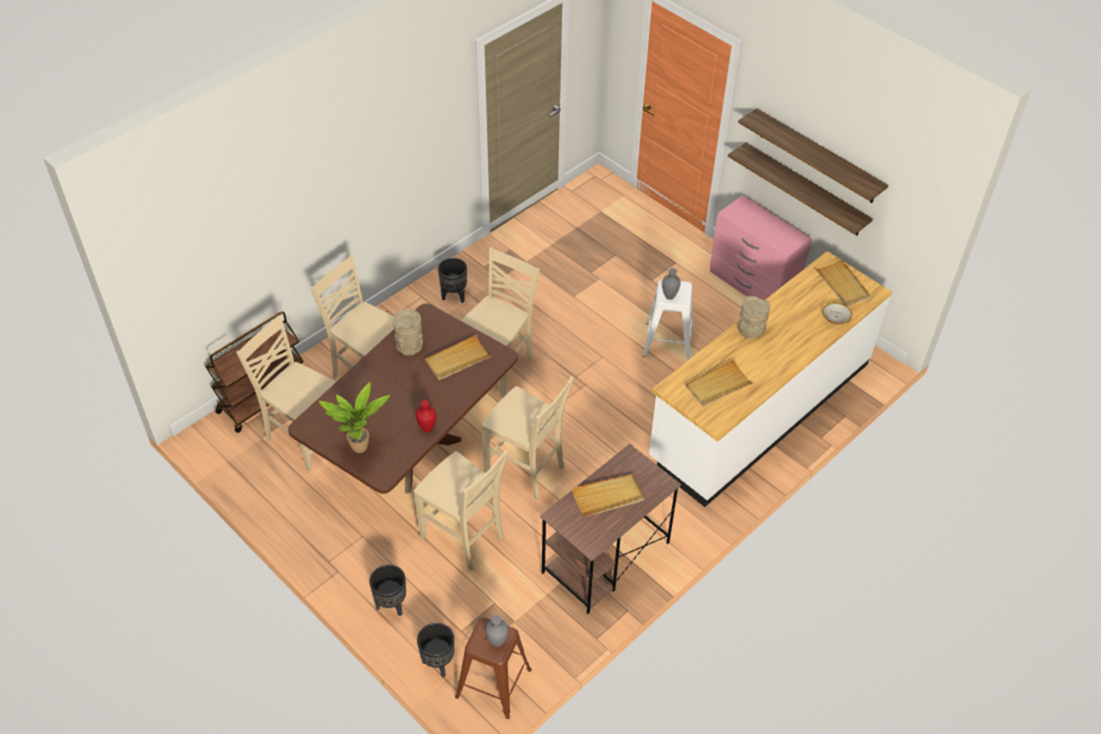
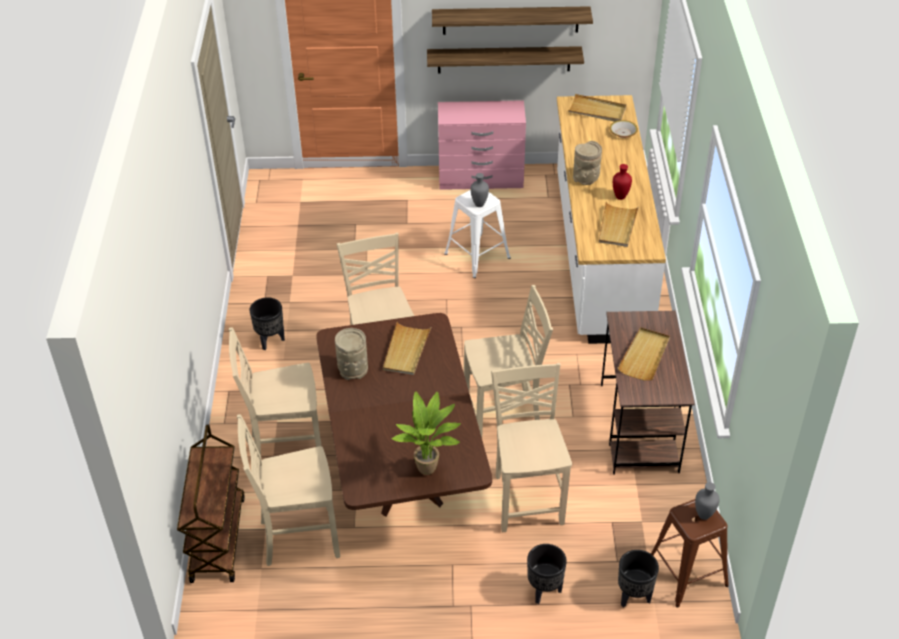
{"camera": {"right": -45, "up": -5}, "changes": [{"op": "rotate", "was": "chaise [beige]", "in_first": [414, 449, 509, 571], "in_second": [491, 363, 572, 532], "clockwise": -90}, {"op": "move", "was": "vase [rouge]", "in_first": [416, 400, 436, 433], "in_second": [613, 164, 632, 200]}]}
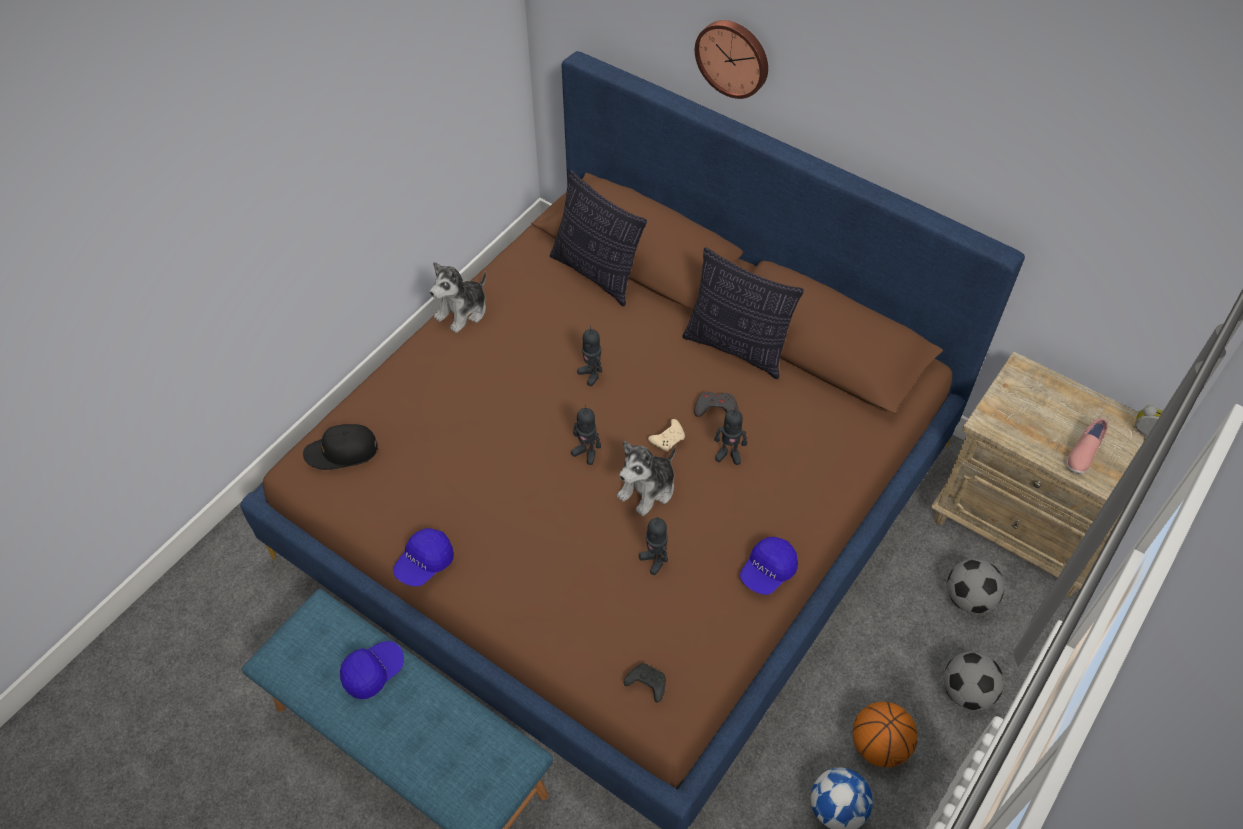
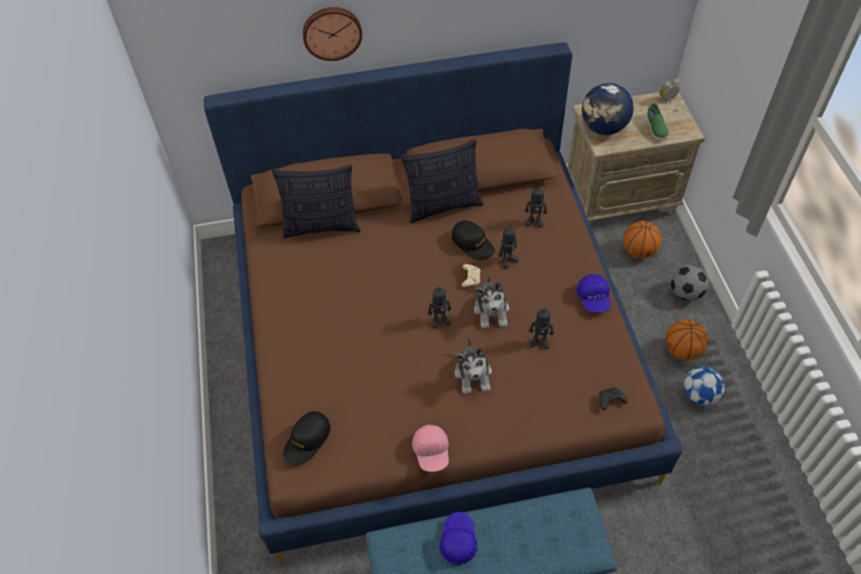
{"camera": {"right": -45, "up": 0}, "changes": [{"op": "recolor", "was": "casquette [bleu]", "now": "casquette [rose]", "in_first": [393, 528, 454, 586], "in_second": [412, 425, 449, 472]}, {"op": "move", "was": "peluche", "in_first": [430, 262, 486, 333], "in_second": [455, 336, 492, 394]}, {"op": "move", "was": "robot jouet", "in_first": [577, 325, 602, 386], "in_second": [525, 187, 547, 228]}, {"op": "replace", "was": "manette [gris]", "now": "casquette [noir]", "in_first": [694, 392, 738, 417], "in_second": [452, 220, 495, 260]}, {"op": "replace", "was": "ballon de foot", "now": "ballon de basket", "in_first": [947, 558, 1004, 614], "in_second": [623, 221, 662, 258]}, {"op": "recolor", "was": "chaussure [rose]", "now": "chaussure [vert]", "in_first": [1066, 418, 1108, 474], "in_second": [647, 103, 669, 140]}, {"op": "insert", "now": "globe", "in_second": [582, 83, 634, 135]}]}
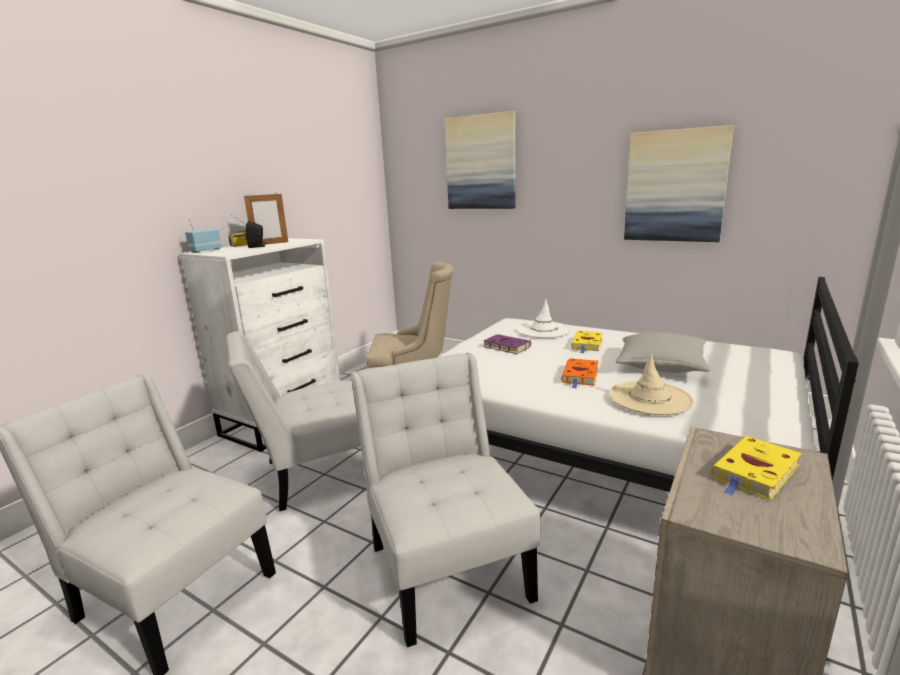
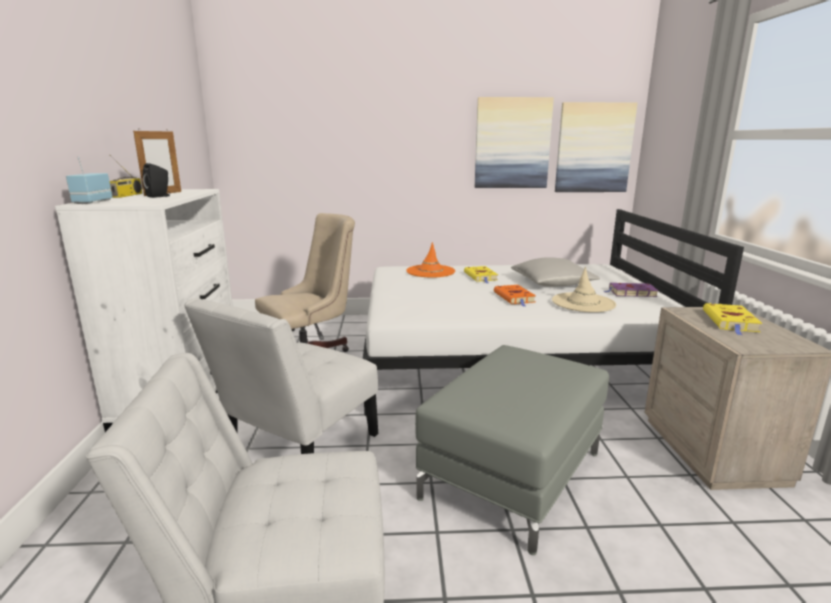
{"camera": {"right": -35, "up": 0}, "changes": [{"op": "replace", "was": "chaise [blanc]", "now": "pouf [gris]", "in_first": [351, 353, 540, 647], "in_second": [415, 345, 609, 555]}, {"op": "move", "was": "tableau", "in_first": [445, 111, 515, 209], "in_second": [555, 102, 637, 192]}, {"op": "move", "was": "livre [violet]", "in_first": [483, 334, 531, 354], "in_second": [604, 283, 659, 297]}, {"op": "recolor", "was": "chapeau [blanc]", "now": "chapeau [orange]", "in_first": [517, 299, 571, 338], "in_second": [406, 242, 455, 277]}]}
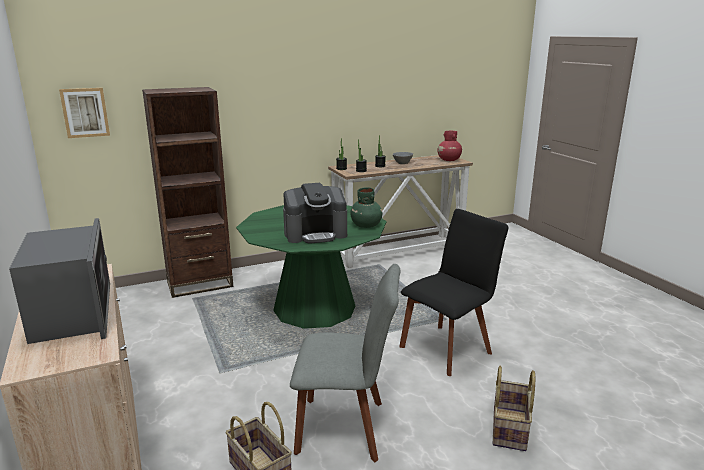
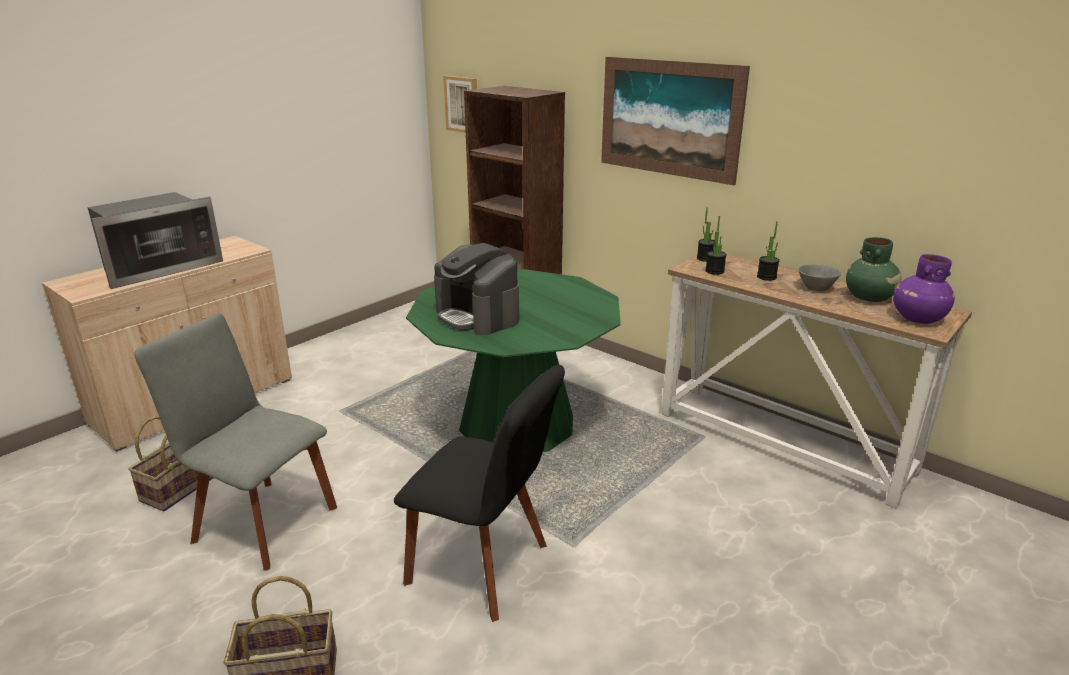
{"camera": {"right": 65, "up": 5}, "changes": [{"op": "rotate", "was": "chaise [gris]", "in_first": [290, 264, 400, 462], "in_second": [134, 313, 337, 571], "clockwise": 135}, {"op": "move", "was": "vase [vert]", "in_first": [350, 187, 382, 228], "in_second": [846, 237, 902, 302]}, {"op": "recolor", "was": "vase [rouge]", "now": "vase [violet]", "in_first": [437, 131, 462, 161], "in_second": [893, 254, 955, 324]}, {"op": "insert", "now": "tableau", "in_second": [601, 57, 750, 185]}]}
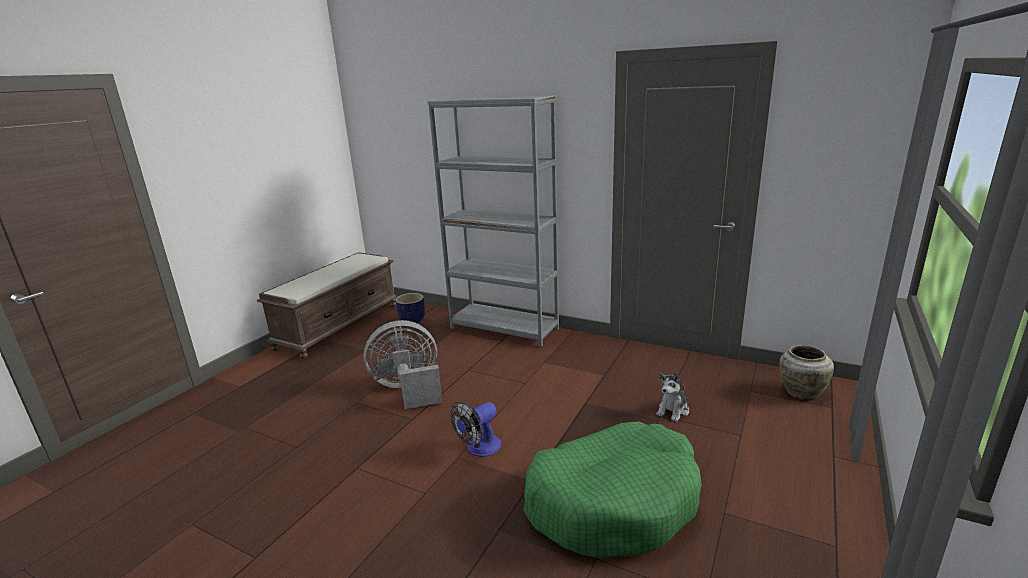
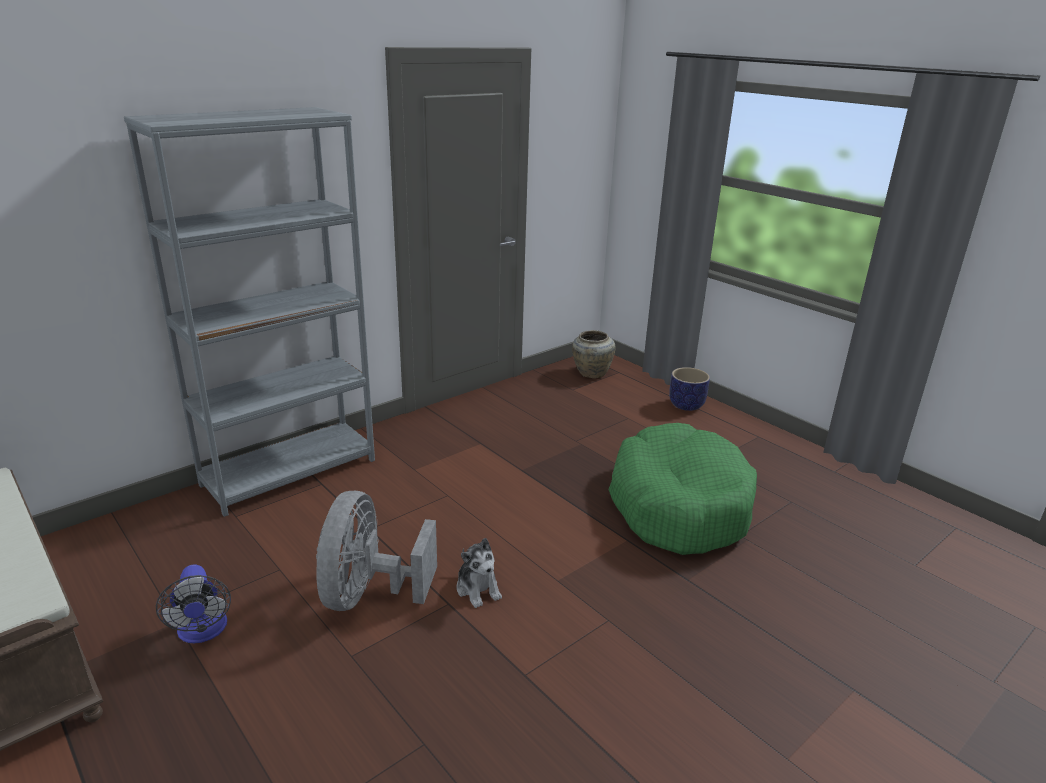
{"camera": {"right": -70, "up": 5}, "changes": [{"op": "move", "was": "cache-pot", "in_first": [395, 293, 425, 323], "in_second": [669, 367, 710, 411]}, {"op": "move", "was": "ventilateur", "in_first": [450, 402, 501, 457], "in_second": [156, 564, 231, 643]}, {"op": "move", "was": "peluche", "in_first": [656, 372, 689, 422], "in_second": [456, 538, 502, 608]}]}
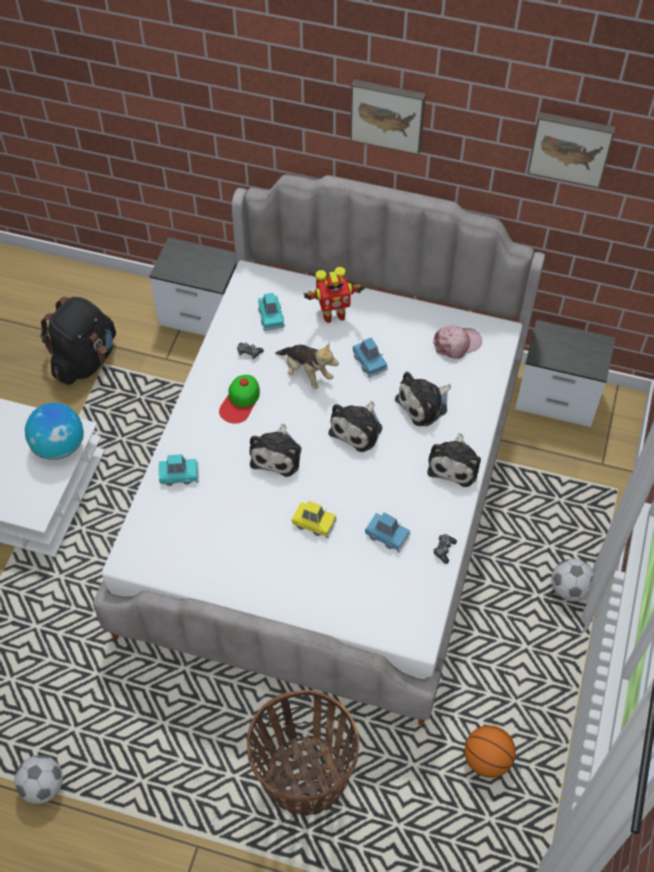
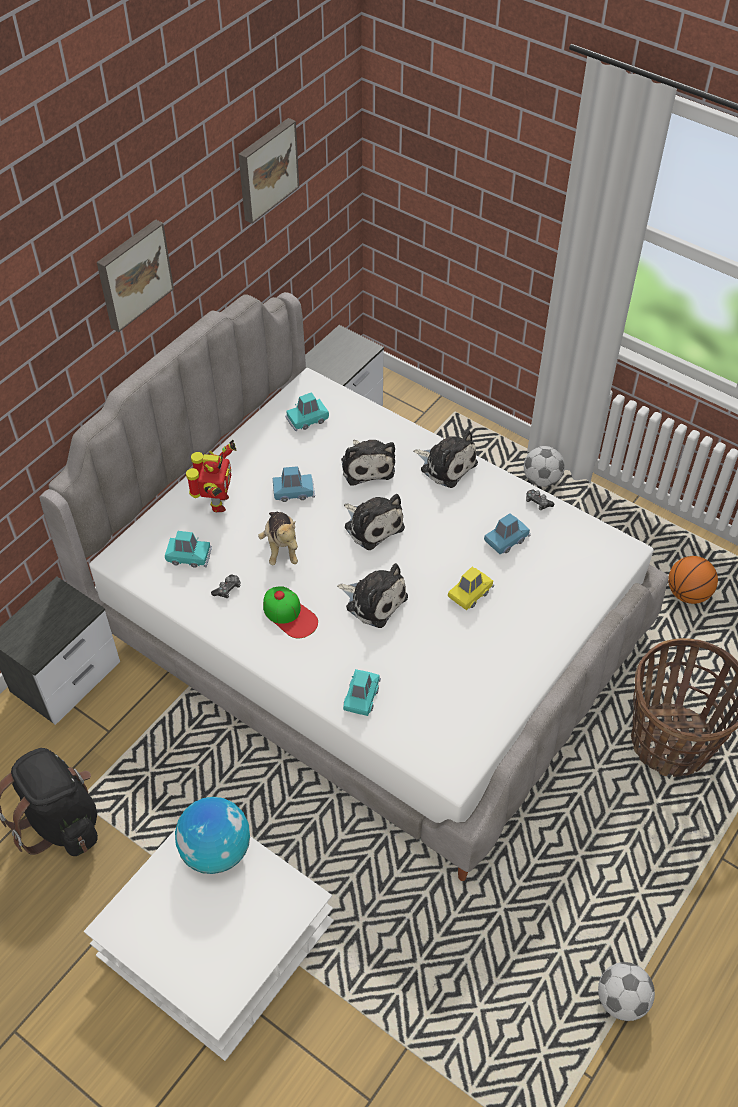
{"camera": {"right": -70, "up": -5}, "changes": [{"op": "rotate", "was": "peluche", "in_first": [275, 343, 339, 389], "in_second": [258, 512, 298, 565], "clockwise": 105}, {"op": "replace", "was": "casquette [rose]", "now": "petite voiture [turquoise]", "in_first": [433, 326, 482, 359], "in_second": [285, 392, 329, 431]}]}
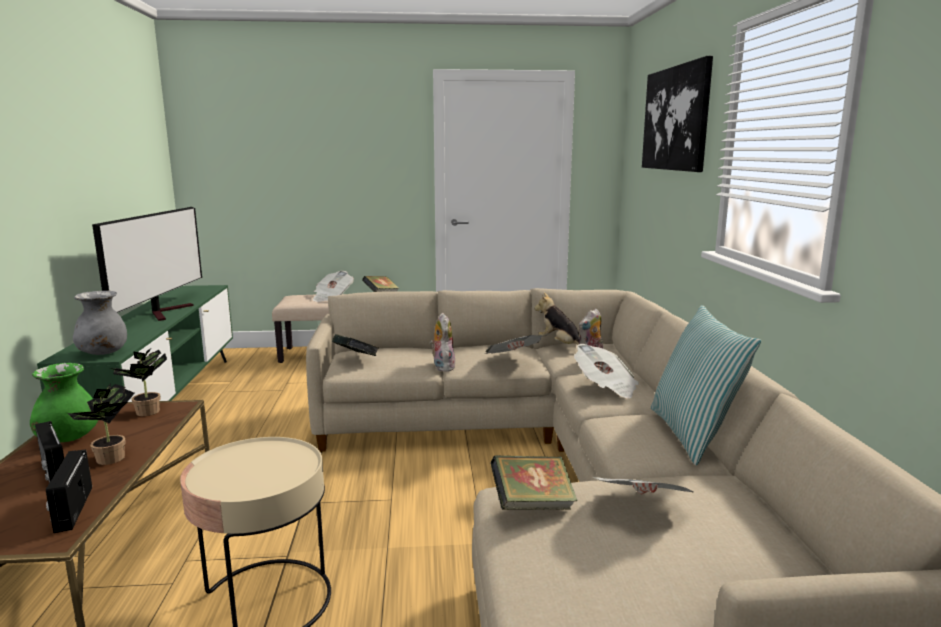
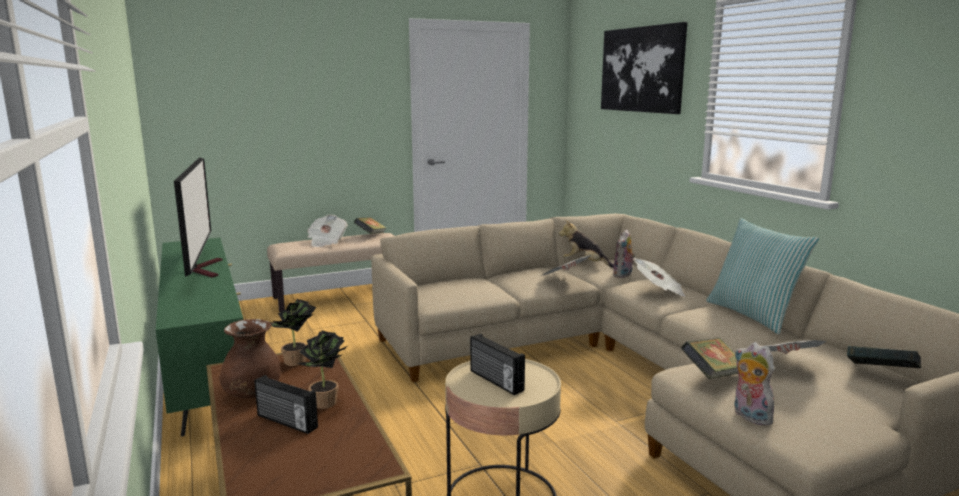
{"camera": {"right": -20, "up": 0}, "changes": [{"op": "recolor", "was": "vase [vert]", "now": "vase [marron]", "in_first": [30, 363, 98, 442], "in_second": [220, 319, 281, 398]}, {"op": "move", "was": "radio", "in_first": [46, 449, 92, 533], "in_second": [470, 334, 525, 395]}, {"op": "delete", "was": "vase [gris]", "in_first": [73, 291, 127, 355]}, {"op": "move", "was": "livre", "in_first": [332, 334, 379, 356], "in_second": [847, 345, 921, 368]}, {"op": "move", "was": "peluche", "in_first": [430, 313, 456, 372], "in_second": [734, 342, 774, 425]}]}
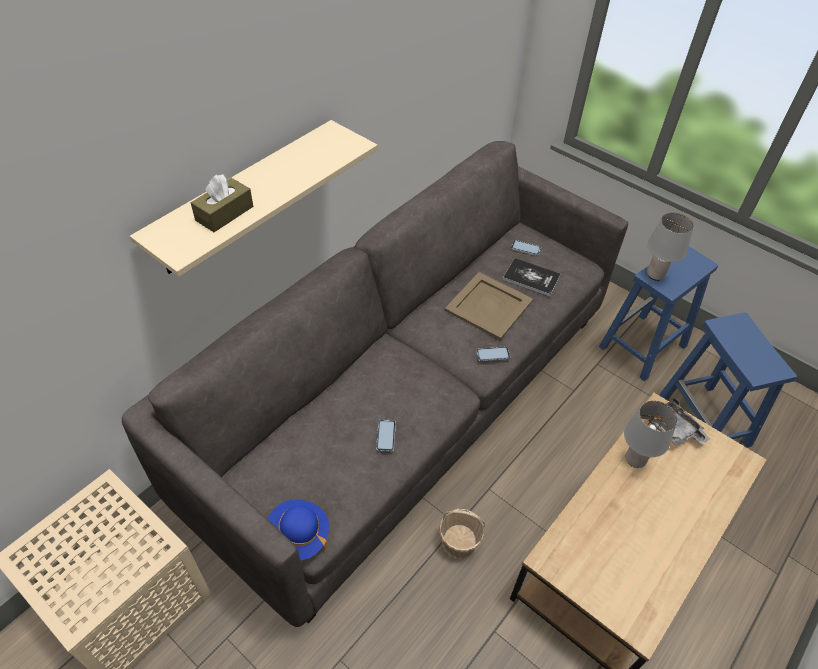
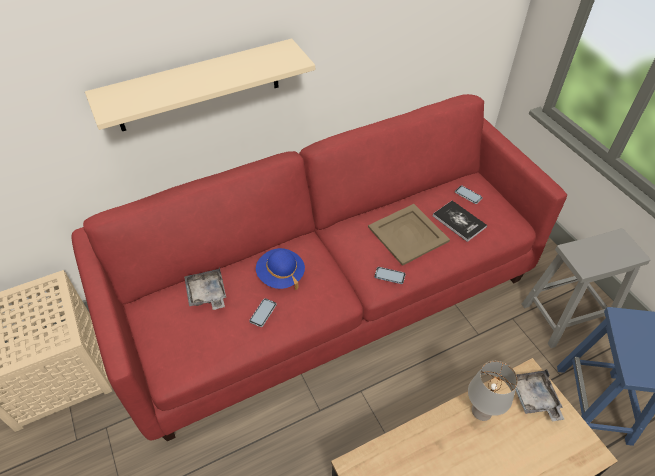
{"camera": {"right": 25, "up": 0}, "changes": [{"op": "recolor", "was": "canapé [gris]", "now": "canapé [rouge]", "in_first": [122, 141, 628, 627], "in_second": [71, 94, 567, 441]}, {"op": "delete", "was": "boîte à mouchoirs [marron]", "in_first": [191, 174, 253, 232]}, {"op": "move", "was": "chapeau [bleu]", "in_first": [267, 499, 329, 560], "in_second": [256, 248, 305, 290]}, {"op": "delete", "was": "panier", "in_first": [439, 509, 485, 559]}, {"op": "recolor", "was": "tabouret [bleu]", "now": "tabouret [gris]", "in_first": [599, 247, 718, 381], "in_second": [522, 228, 650, 348]}, {"op": "delete", "was": "lampe de table [gris]", "in_first": [647, 213, 694, 281]}, {"op": "insert", "now": "plateau [gris]", "in_second": [184, 267, 226, 310]}]}
